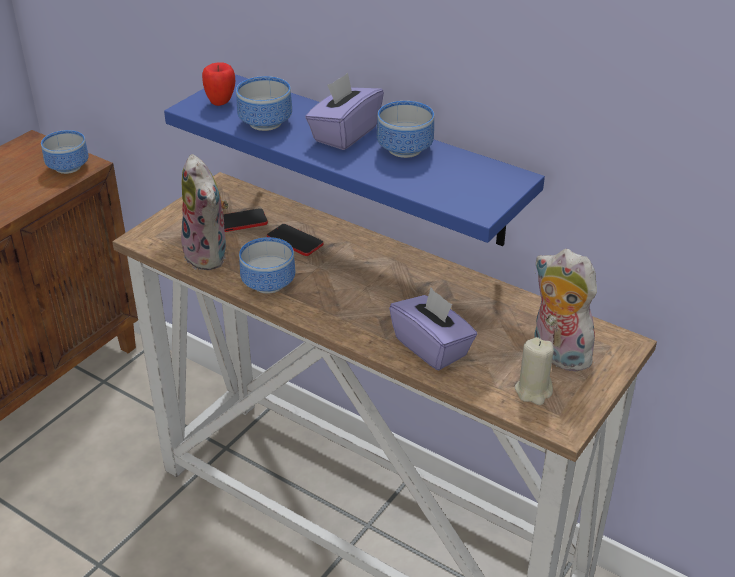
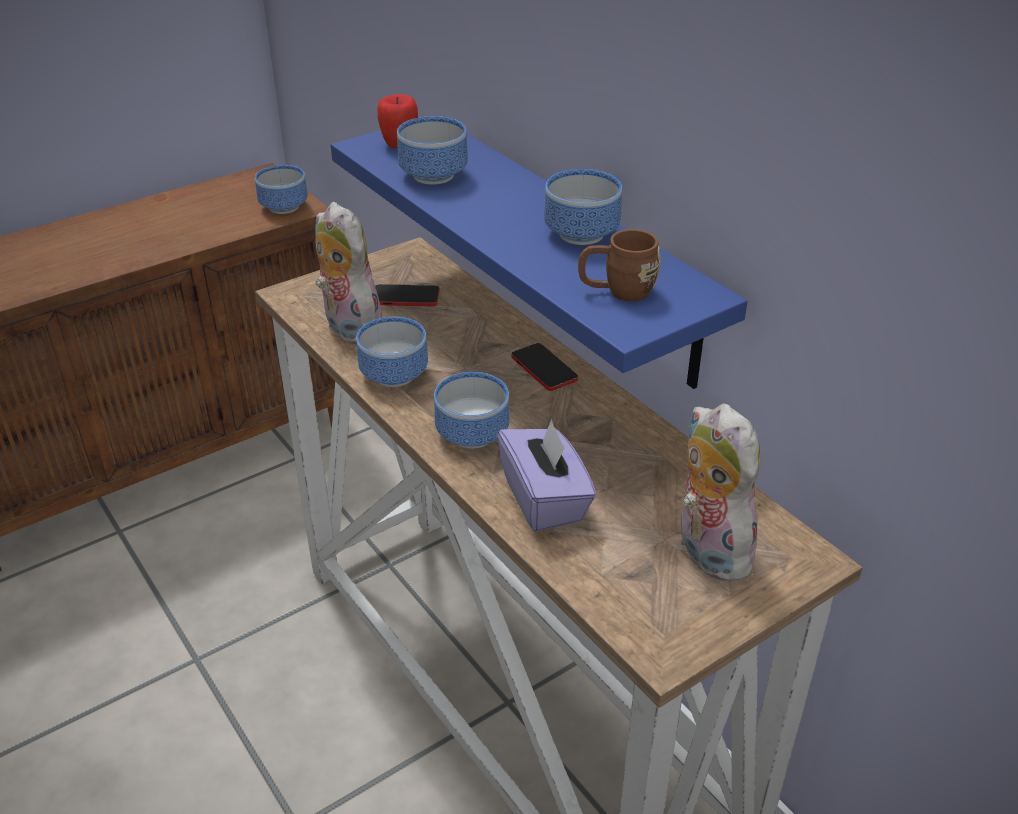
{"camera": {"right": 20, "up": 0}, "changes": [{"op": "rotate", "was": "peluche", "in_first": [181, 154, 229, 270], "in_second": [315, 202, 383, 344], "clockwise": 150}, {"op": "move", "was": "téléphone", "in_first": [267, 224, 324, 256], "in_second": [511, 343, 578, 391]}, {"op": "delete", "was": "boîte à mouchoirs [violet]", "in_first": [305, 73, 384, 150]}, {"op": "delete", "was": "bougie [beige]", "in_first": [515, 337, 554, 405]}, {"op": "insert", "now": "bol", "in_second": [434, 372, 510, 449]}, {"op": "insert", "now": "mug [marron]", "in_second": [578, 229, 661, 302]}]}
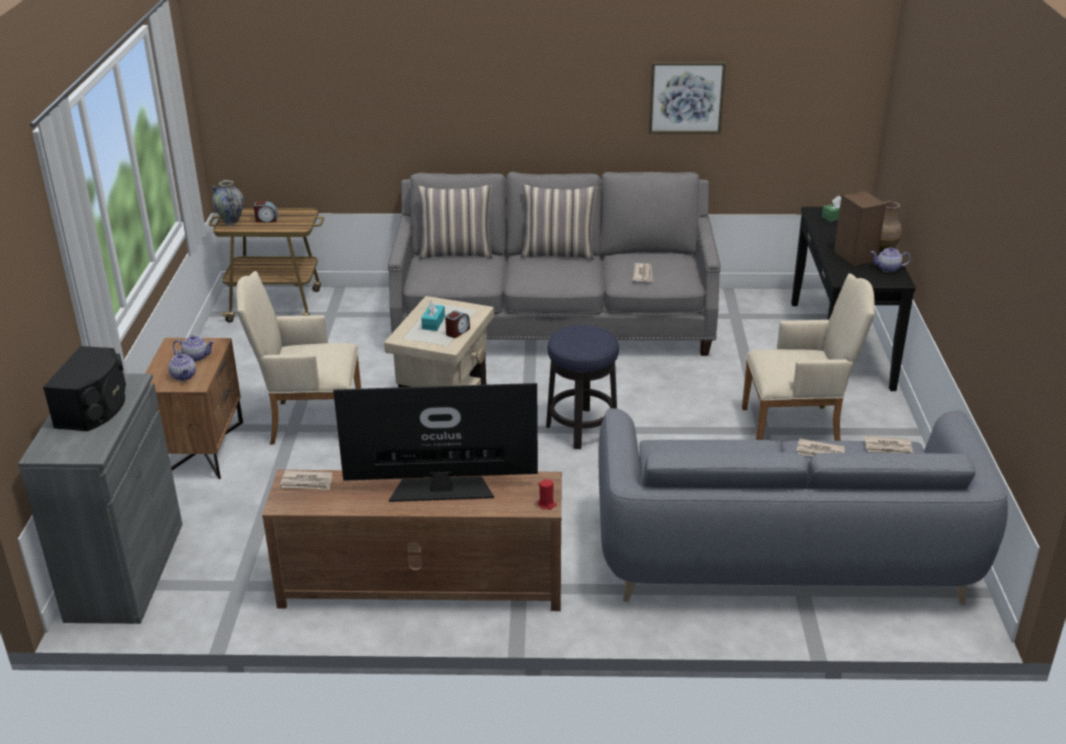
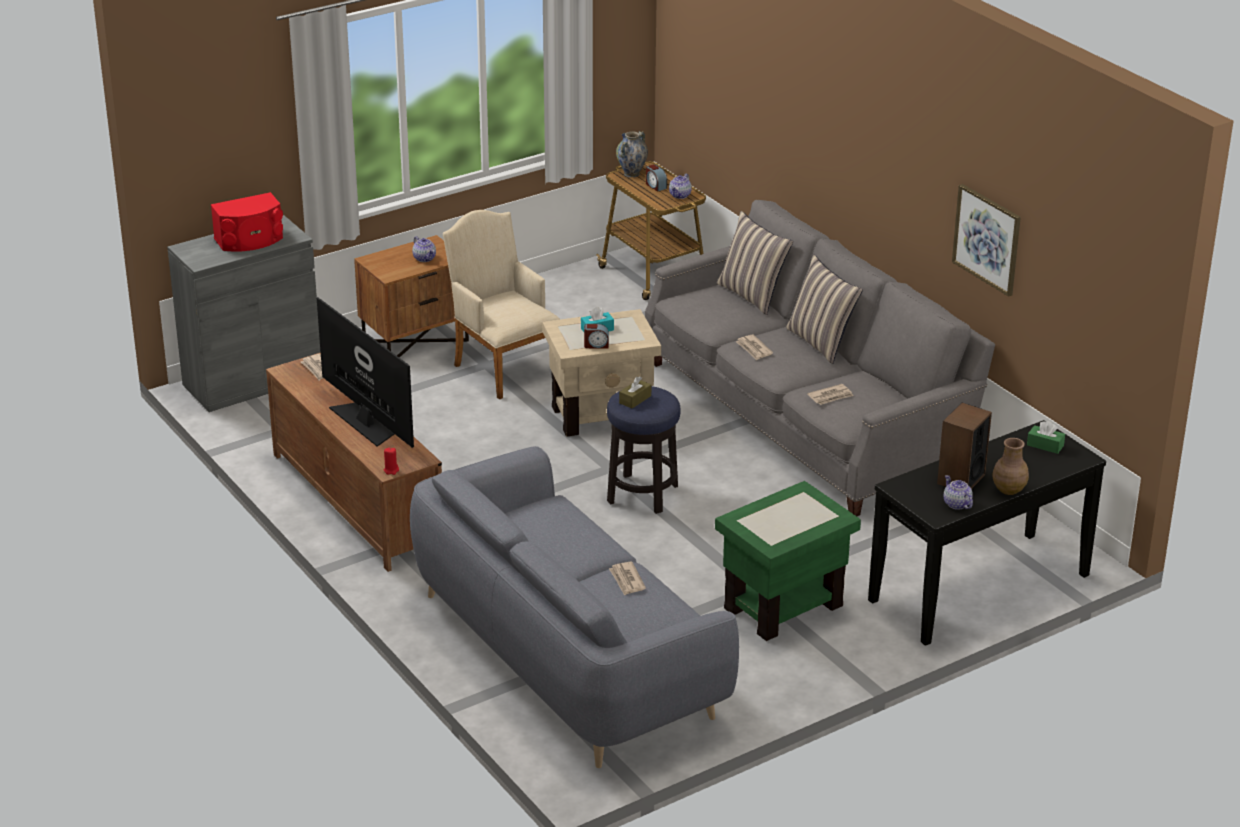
{"camera": {"right": 55, "up": 0}, "changes": [{"op": "recolor", "was": "enceinte [noir]", "now": "enceinte [rouge]", "in_first": [43, 346, 126, 431], "in_second": [211, 192, 283, 252]}, {"op": "move", "was": "théière", "in_first": [168, 351, 196, 381], "in_second": [669, 174, 692, 199]}, {"op": "replace", "was": "fauteuil [beige]", "now": "table d'appoint [vert]", "in_first": [742, 273, 875, 441], "in_second": [715, 481, 861, 641]}, {"op": "move", "was": "journal", "in_first": [864, 436, 913, 453], "in_second": [736, 335, 773, 360]}, {"op": "insert", "now": "boîte à mouchoirs [marron]", "in_second": [619, 376, 651, 408]}]}
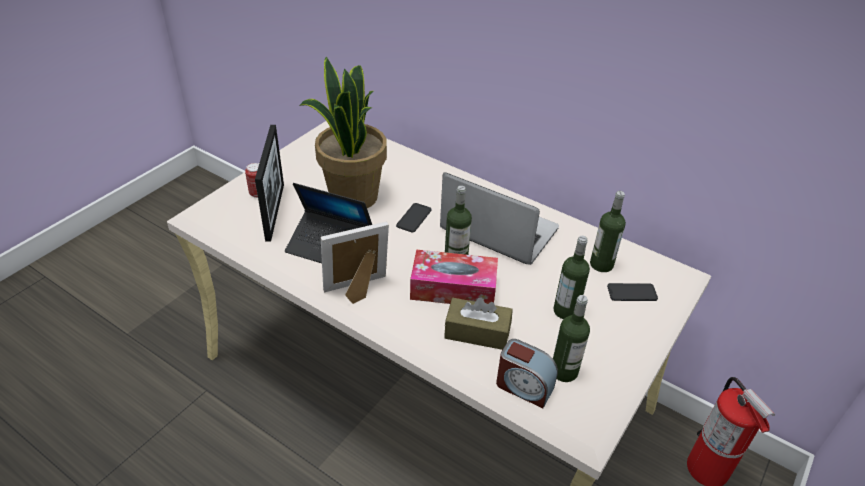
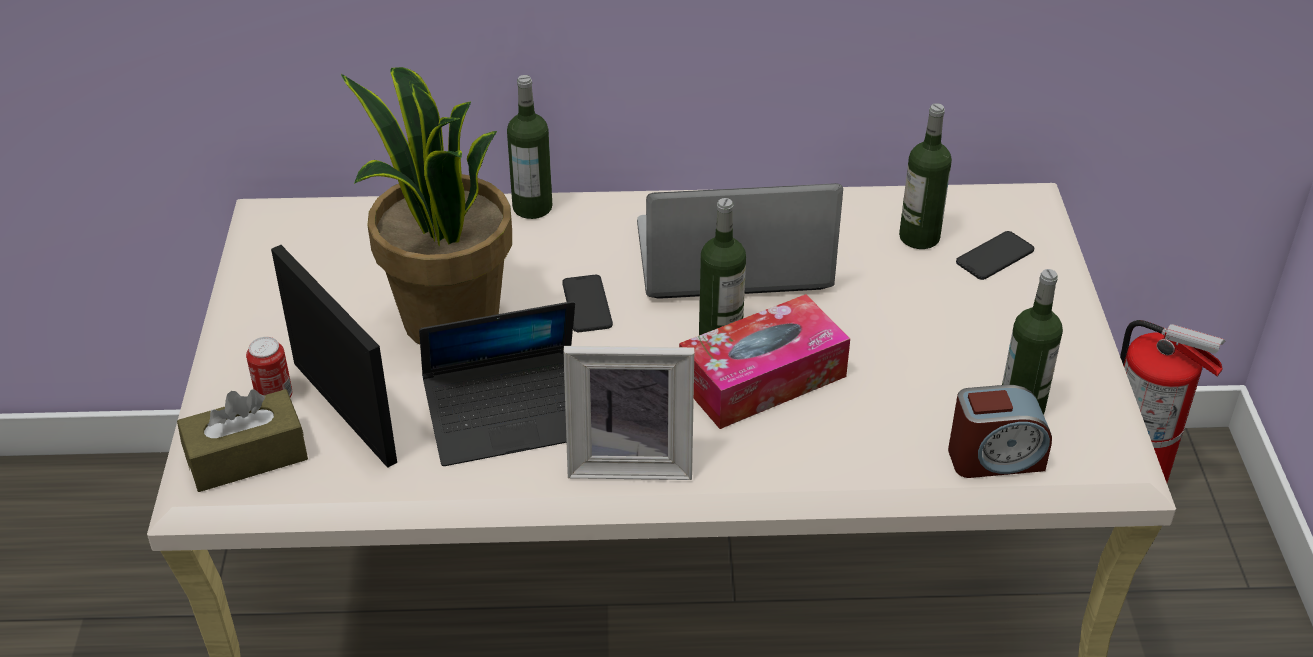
{"camera": {"right": -35, "up": 0}, "changes": [{"op": "rotate", "was": "cadre photo", "in_first": [321, 222, 389, 304], "in_second": [563, 346, 694, 480], "clockwise": -120}, {"op": "move", "was": "boîte à mouchoirs [marron]", "in_first": [444, 298, 513, 350], "in_second": [177, 389, 308, 492]}, {"op": "move", "was": "bouteille", "in_first": [554, 236, 590, 319], "in_second": [507, 75, 552, 219]}]}
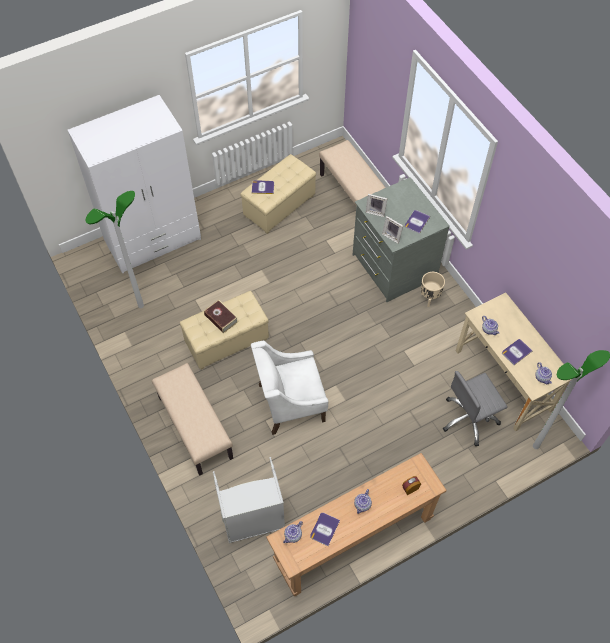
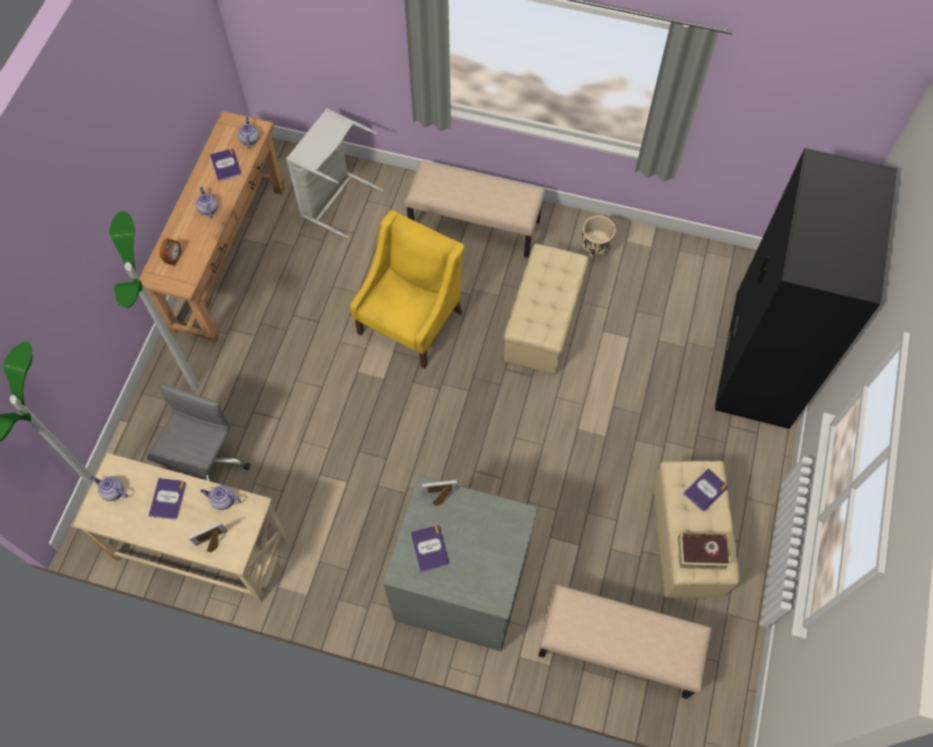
{"camera": {"right": 135, "up": 5}, "changes": [{"op": "recolor", "was": "armoire [blanc]", "now": "armoire [noir]", "in_first": [68, 95, 201, 274], "in_second": [715, 148, 897, 429]}, {"op": "move", "was": "lampadaire", "in_first": [86, 191, 144, 308], "in_second": [109, 211, 200, 390]}, {"op": "move", "was": "livre", "in_first": [204, 300, 238, 334], "in_second": [678, 533, 730, 570]}, {"op": "recolor", "was": "fauteuil [blanc]", "now": "fauteuil [jaune]", "in_first": [251, 340, 328, 435], "in_second": [350, 210, 464, 369]}, {"op": "move", "was": "cadre photo", "in_first": [366, 194, 387, 217], "in_second": [188, 522, 228, 552]}, {"op": "move", "was": "cache-pot [beige]", "in_first": [421, 272, 445, 307], "in_second": [581, 216, 616, 265]}]}
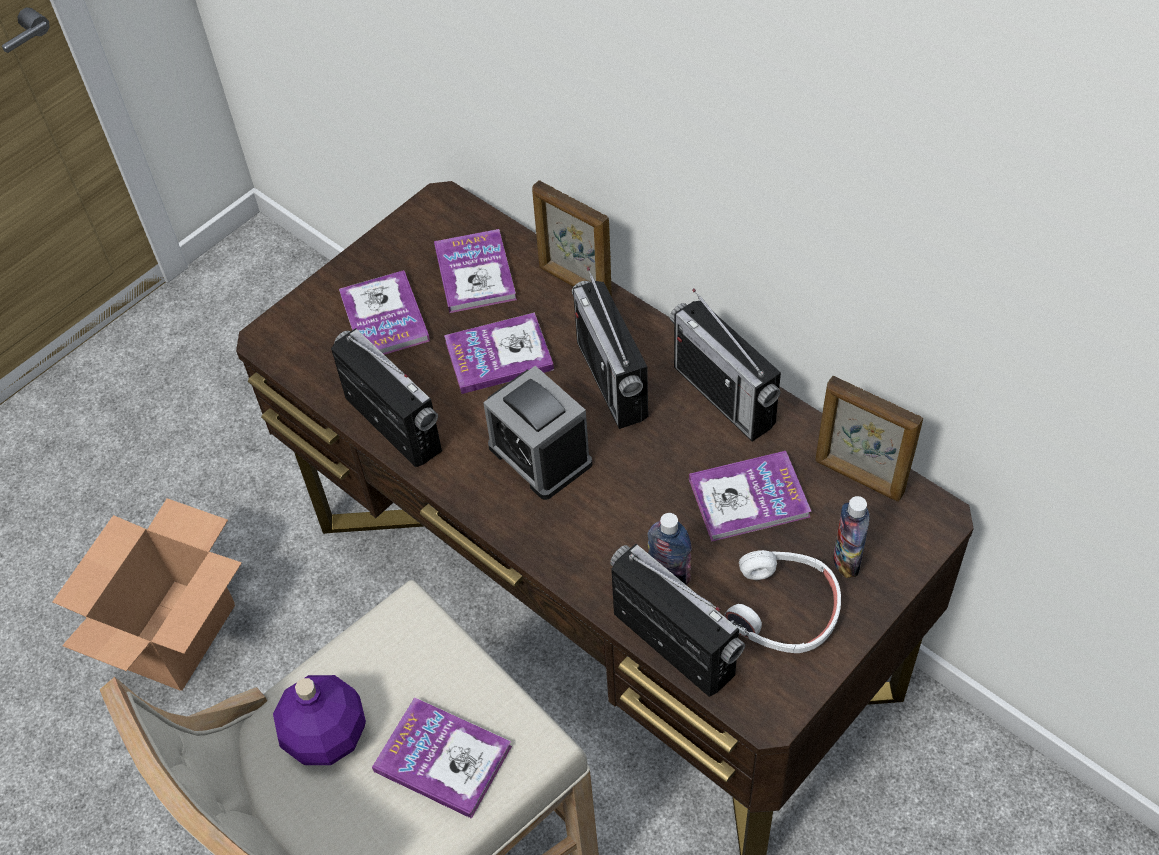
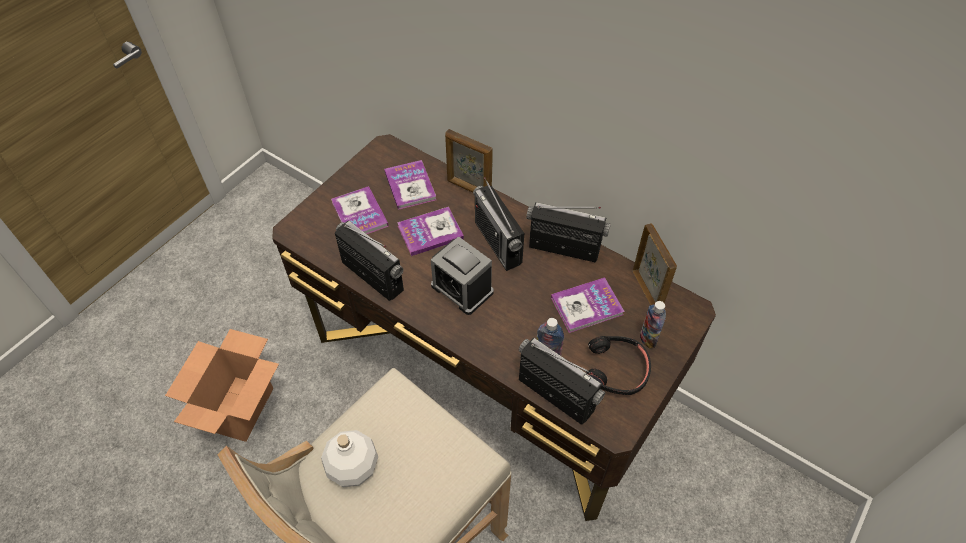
{"camera": {"right": -10, "up": 0}, "changes": [{"op": "recolor", "was": "bouteille [violet]", "now": "bouteille [blanc]", "in_first": [273, 675, 366, 765], "in_second": [321, 430, 378, 487]}, {"op": "delete", "was": "livre", "in_first": [372, 697, 512, 819]}, {"op": "rotate", "was": "radio", "in_first": [670, 288, 781, 442], "in_second": [526, 202, 611, 262], "clockwise": 150}, {"op": "recolor", "was": "casque audio [blanc]", "now": "casque audio [noir]", "in_first": [725, 550, 841, 653], "in_second": [586, 336, 651, 395]}, {"op": "rotate", "was": "cadre photo", "in_first": [815, 376, 923, 501], "in_second": [633, 223, 677, 305], "clockwise": -135}]}
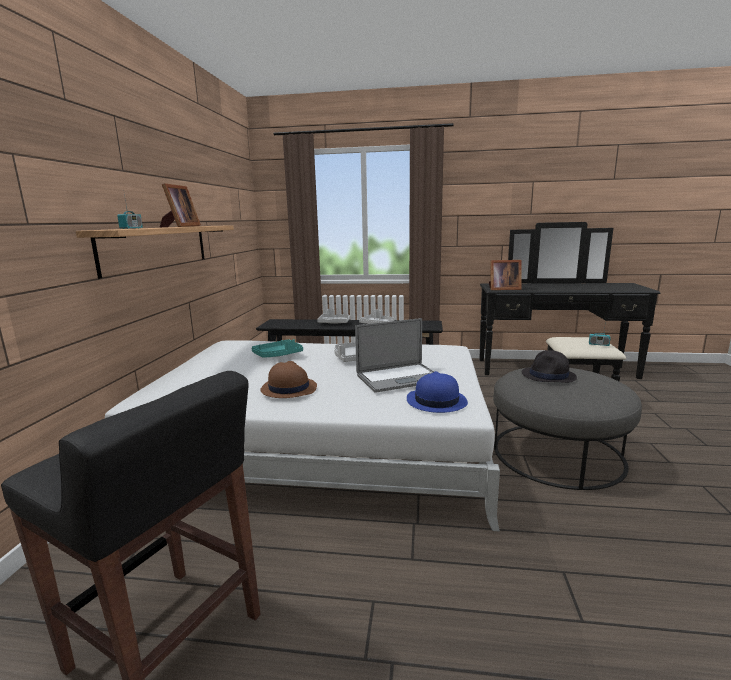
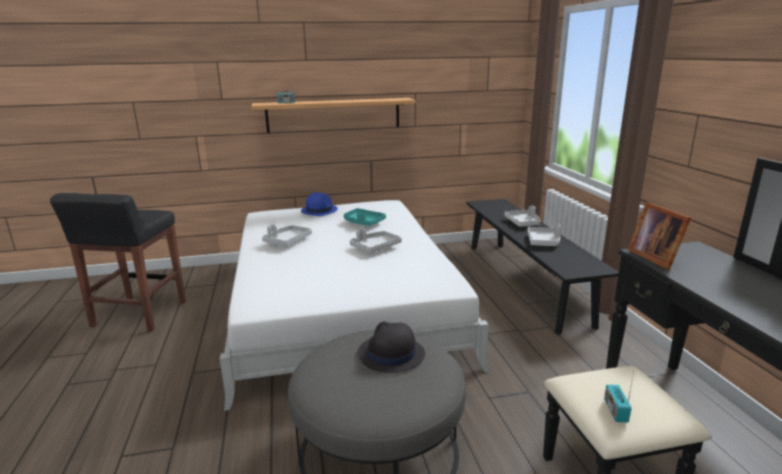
{"camera": {"right": 70, "up": 5}, "changes": [{"op": "delete", "was": "cadre photo", "in_first": [160, 183, 201, 227]}, {"op": "replace", "was": "chapeau [marron]", "now": "plateau [gris]", "in_first": [261, 361, 317, 398], "in_second": [262, 224, 312, 246]}, {"op": "delete", "was": "ordinateur portable", "in_first": [355, 318, 434, 393]}, {"op": "move", "was": "chapeau [bleu]", "in_first": [407, 371, 468, 413], "in_second": [301, 192, 338, 216]}]}
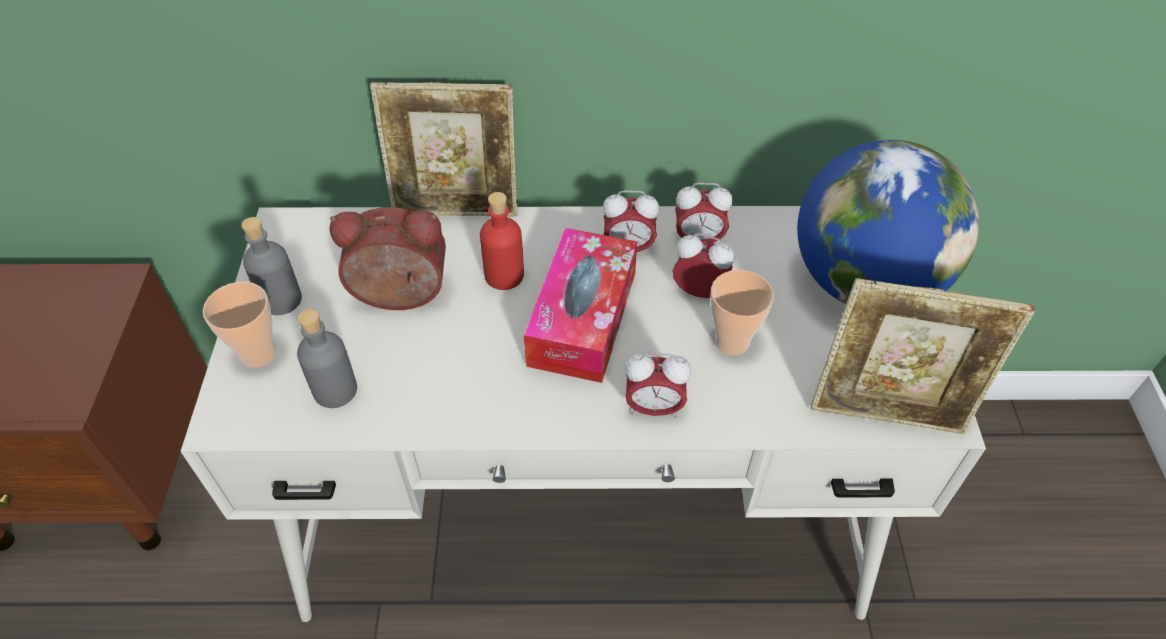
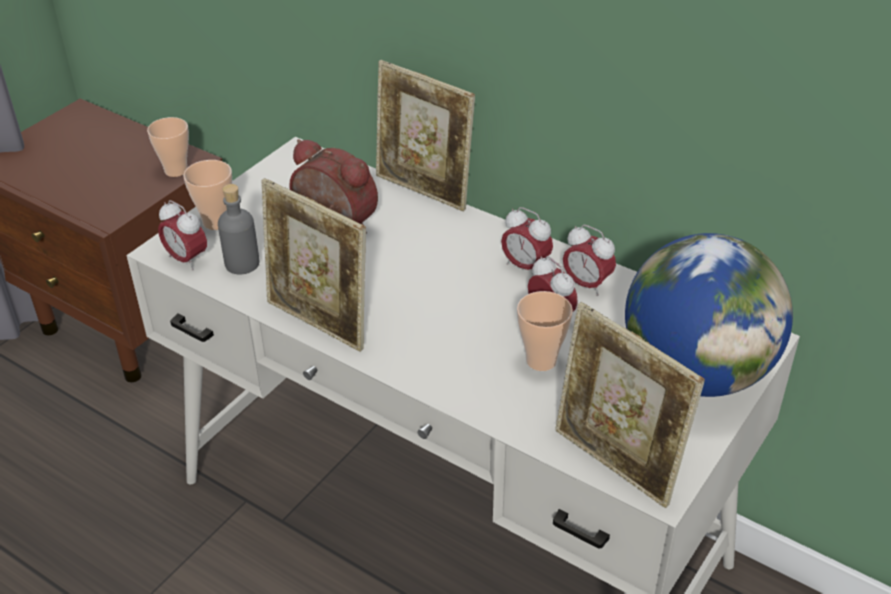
{"camera": {"right": 35, "up": -10}, "changes": [{"op": "delete", "was": "bouteille [gris]", "in_first": [241, 217, 302, 315]}, {"op": "delete", "was": "bouteille [rouge]", "in_first": [480, 192, 524, 290]}, {"op": "delete", "was": "boîte à mouchoirs", "in_first": [524, 228, 637, 383]}, {"op": "move", "was": "réveil", "in_first": [625, 353, 691, 418], "in_second": [158, 200, 207, 270]}, {"op": "insert", "now": "tasse", "in_second": [147, 117, 189, 177]}, {"op": "insert", "now": "cadre photo", "in_second": [261, 178, 366, 352]}]}
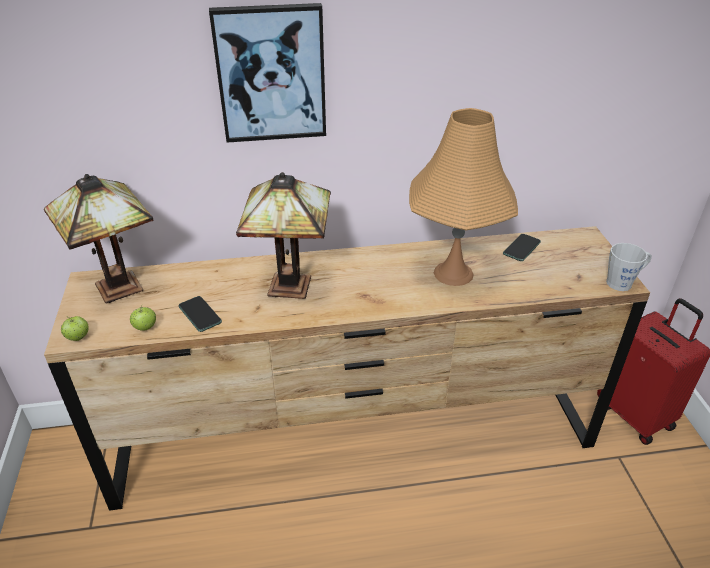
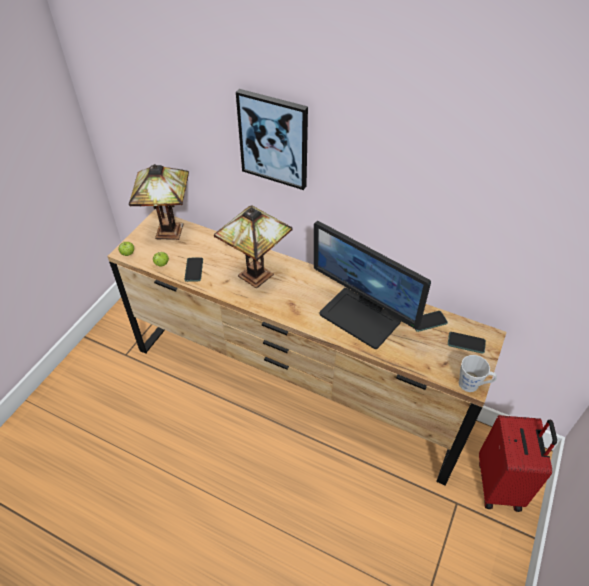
{"camera": {"right": 35, "up": 10}, "changes": [{"op": "replace", "was": "lampe de table [orange]", "now": "écran d'ordinateur", "in_first": [409, 108, 518, 286], "in_second": [314, 221, 431, 349]}, {"op": "insert", "now": "téléphone", "in_second": [448, 332, 486, 353]}]}
